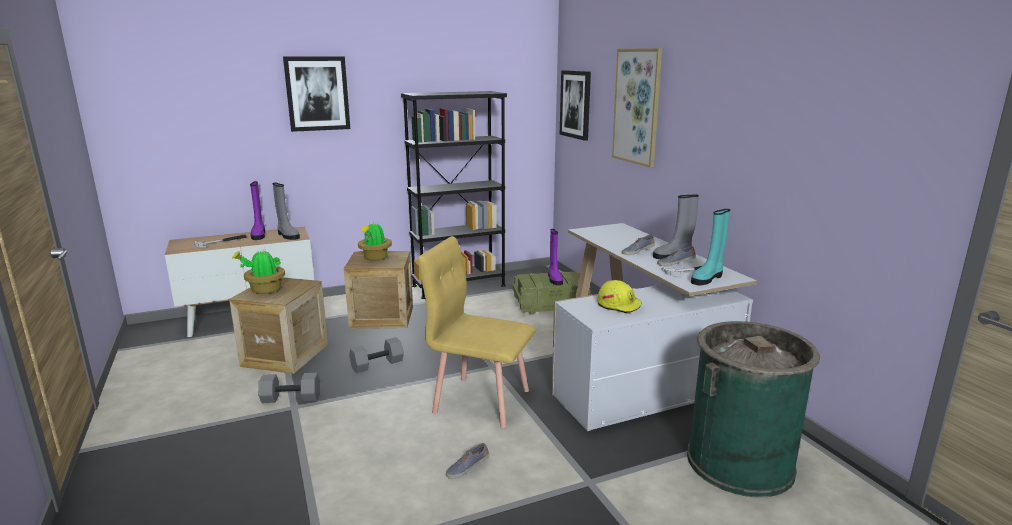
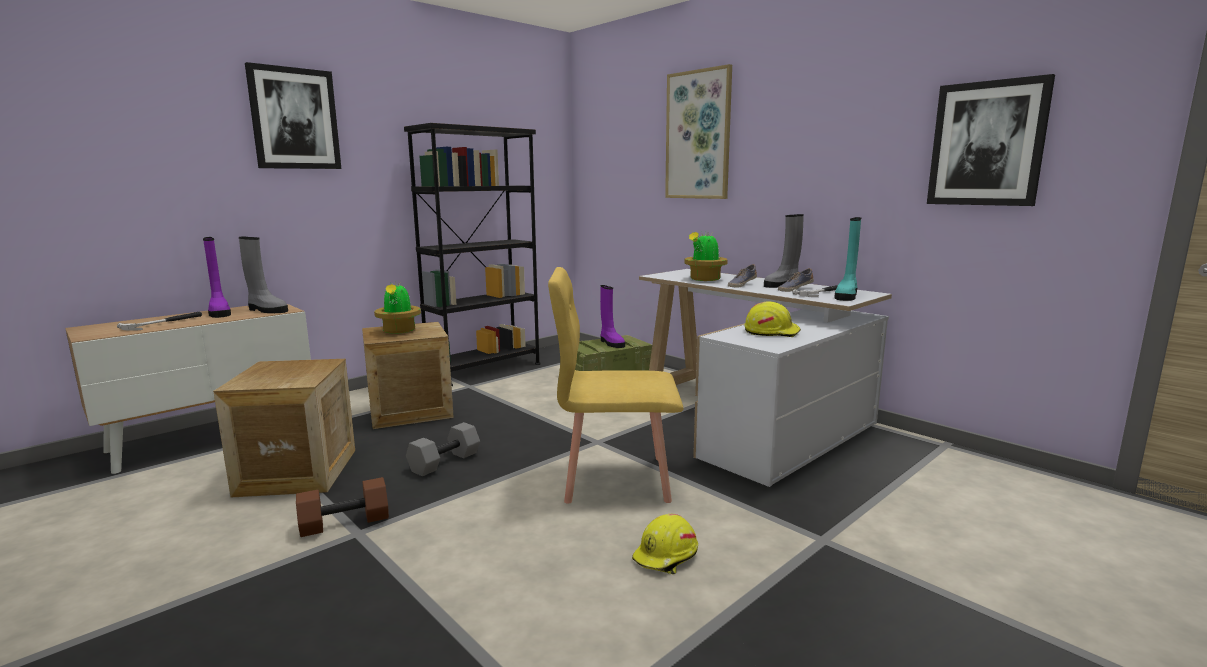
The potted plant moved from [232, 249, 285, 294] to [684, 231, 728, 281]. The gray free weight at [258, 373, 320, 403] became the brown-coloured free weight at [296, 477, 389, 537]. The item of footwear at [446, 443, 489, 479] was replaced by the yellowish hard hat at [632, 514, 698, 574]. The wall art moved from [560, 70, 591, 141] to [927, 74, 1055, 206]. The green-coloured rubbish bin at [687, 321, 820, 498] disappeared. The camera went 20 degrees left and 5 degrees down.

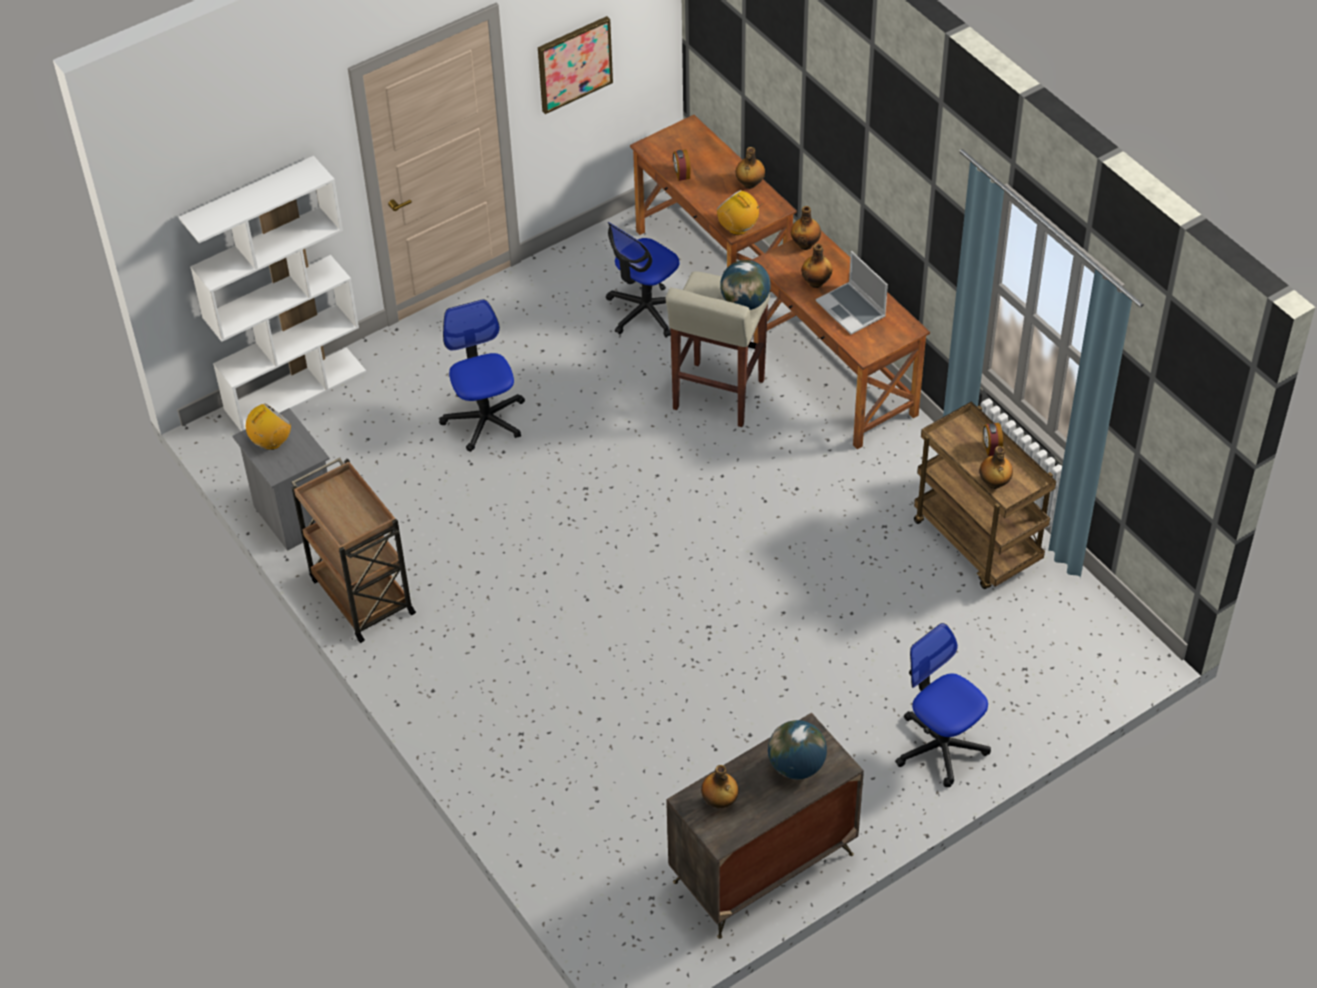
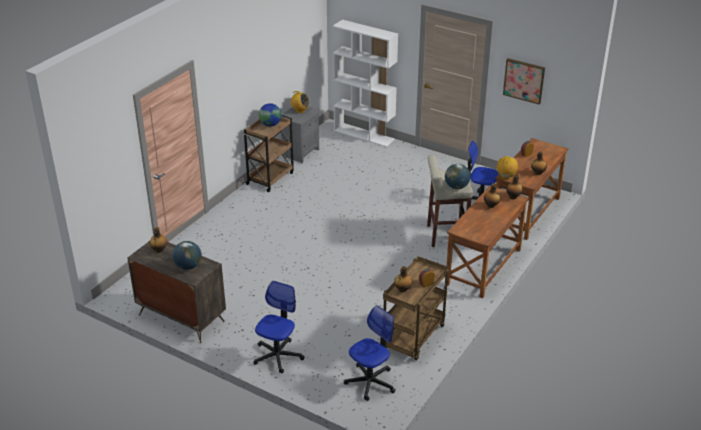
The computer chair moved from [439, 299, 525, 452] to [344, 306, 396, 401]. The laptop at [816, 251, 888, 335] disappeared. The world globe at [259, 103, 282, 126] appeared. The camera went 65 degrees right and 15 degrees down.

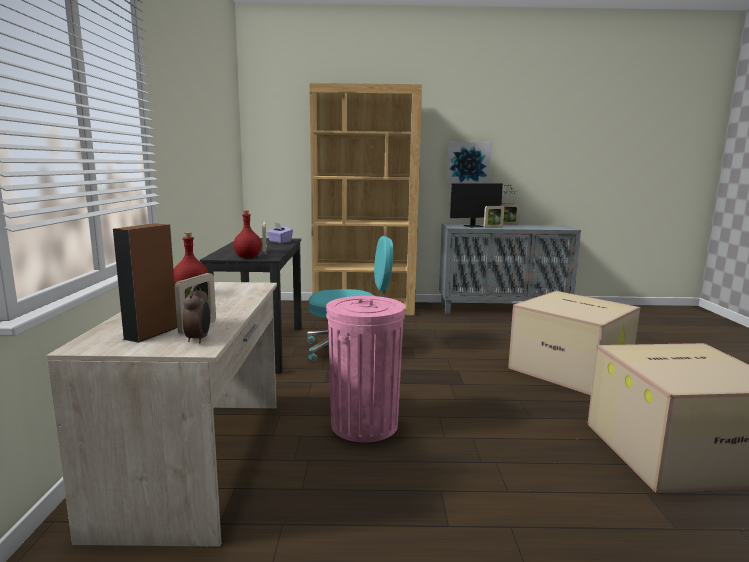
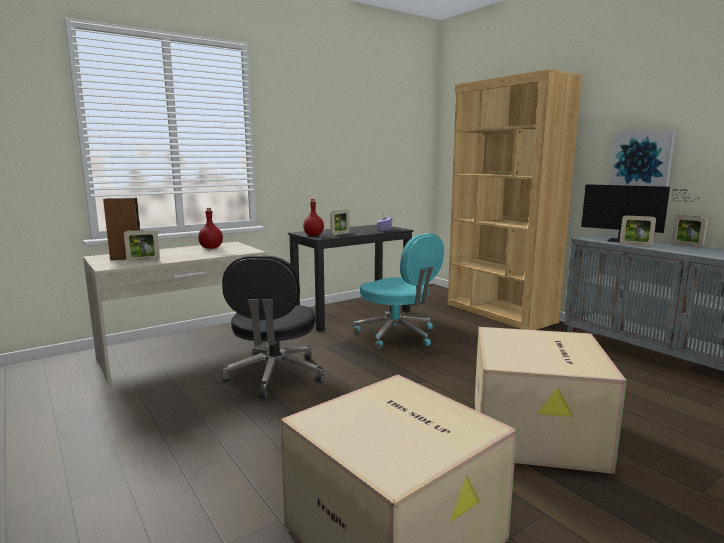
The bedside clock at [183, 285, 210, 343] disappeared. The pink-coloured rubbish bin at [326, 296, 405, 442] was replaced by the blackish computer chair at [221, 255, 324, 399]. The camera went 55 degrees right and 0 degrees up.

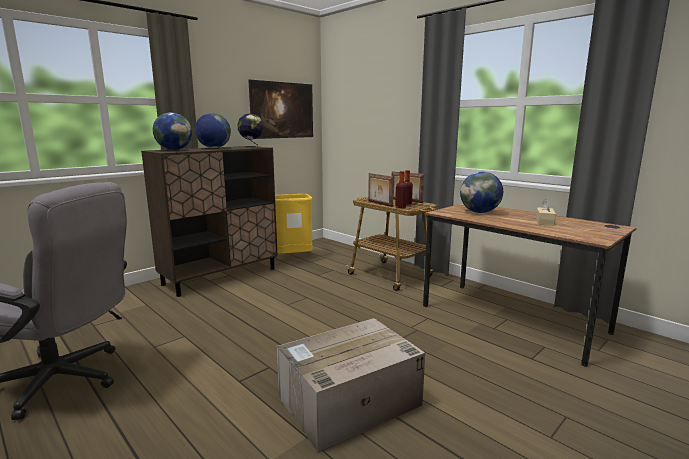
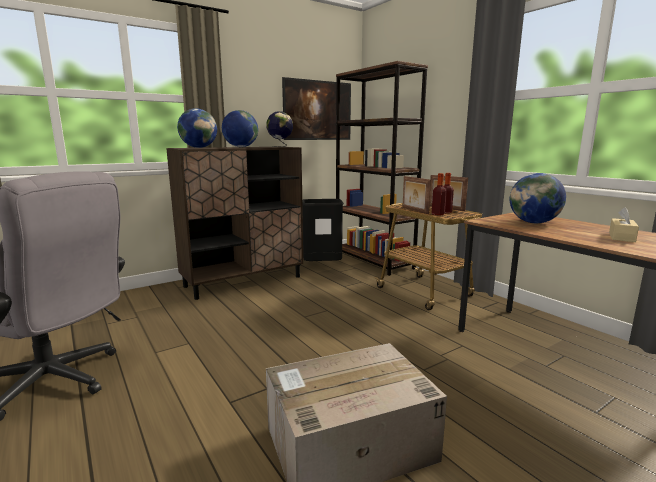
The yellowish rubbish bin at [275, 194, 313, 254] became the blackish rubbish bin at [302, 199, 344, 261]. The brown-coloured bookshelf at [336, 61, 428, 276] appeared. The camera went 10 degrees right and 0 degrees up.

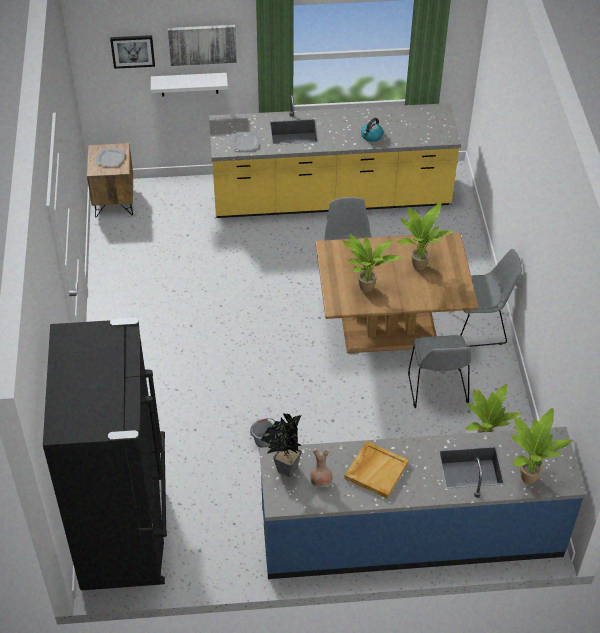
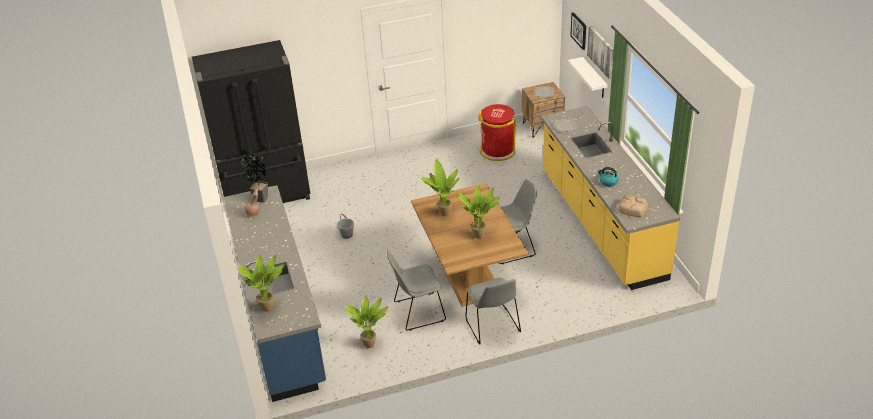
The sand-coloured carrying tray at [344, 441, 409, 499] disappeared. The reddish rubbish bin at [478, 104, 515, 161] appeared. The baked bread at [617, 195, 648, 217] appeared. The camera went 80 degrees right and 10 degrees down.

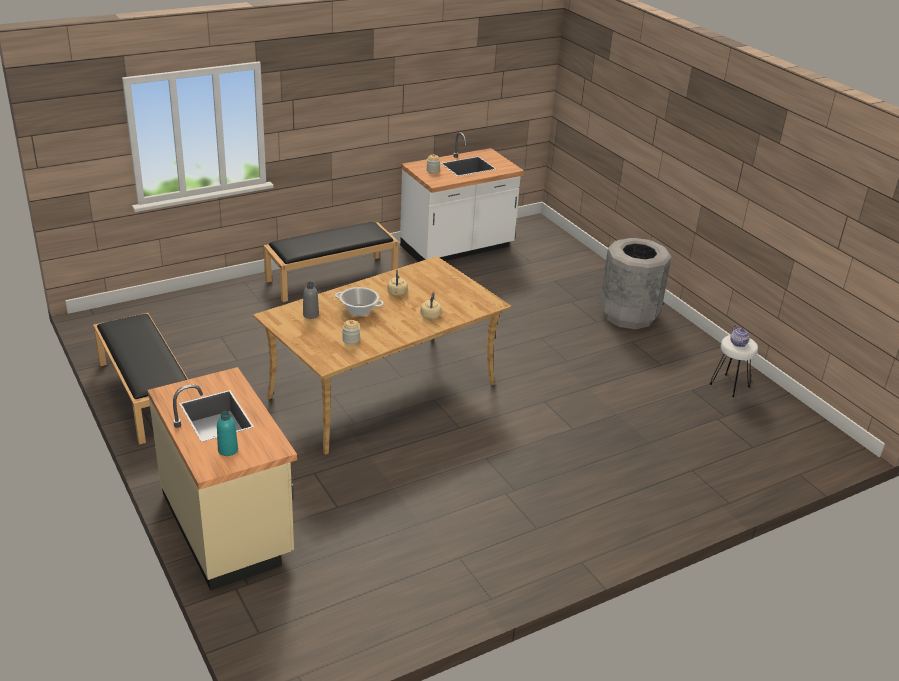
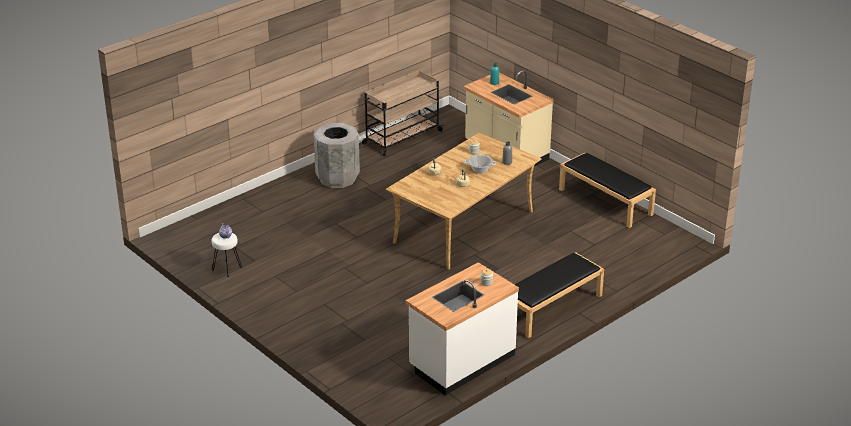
The gray rubbish bin moved from [600, 238, 672, 329] to [314, 123, 360, 188]. The sand-coloured cart at [362, 70, 444, 156] appeared. The camera went 170 degrees right and 0 degrees up.

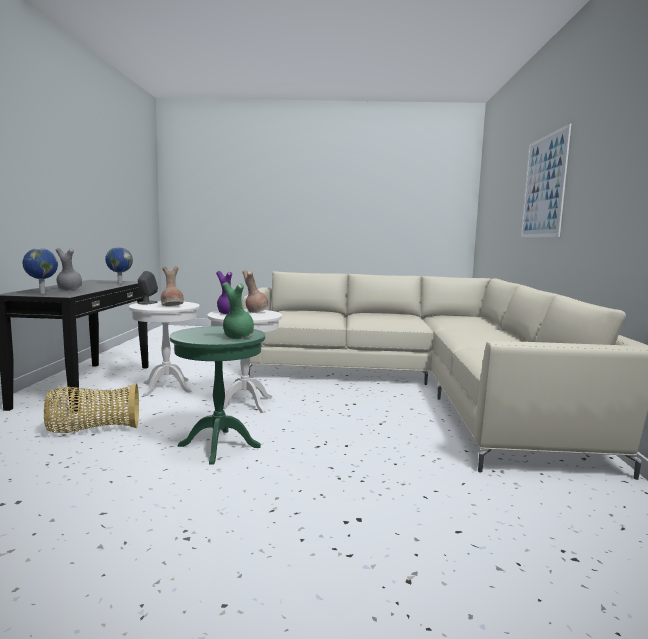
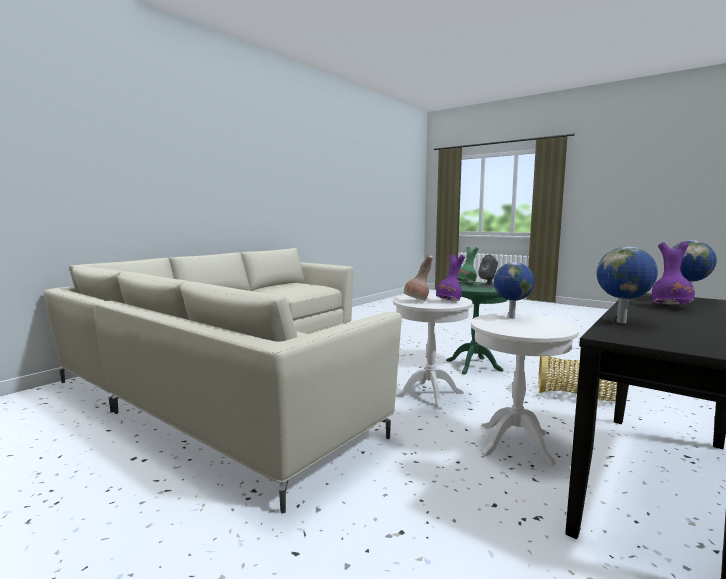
The gray vase at [56, 248, 82, 291] became the purple vase at [652, 242, 695, 305]. The gray audio speaker moved from [138, 271, 158, 304] to [478, 254, 498, 288]. The brown-coloured vase at [161, 266, 184, 306] was replaced by the world globe at [494, 262, 534, 319]. The wall art at [521, 123, 571, 237] disappeared. The camera went 145 degrees left and 0 degrees up.

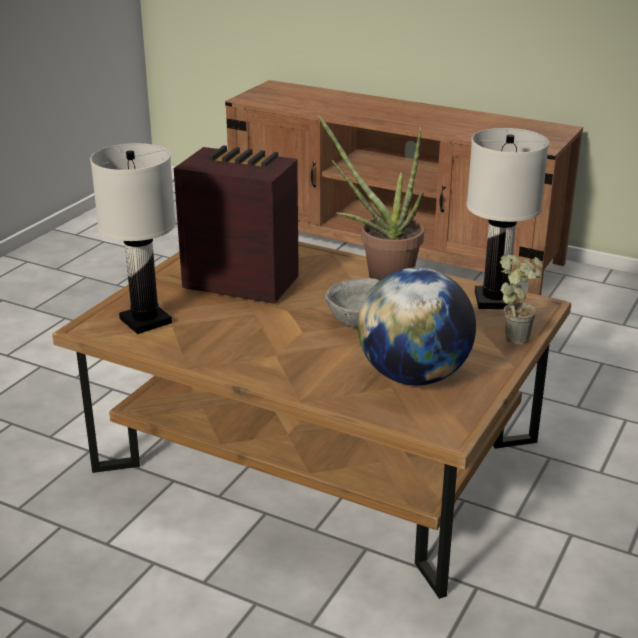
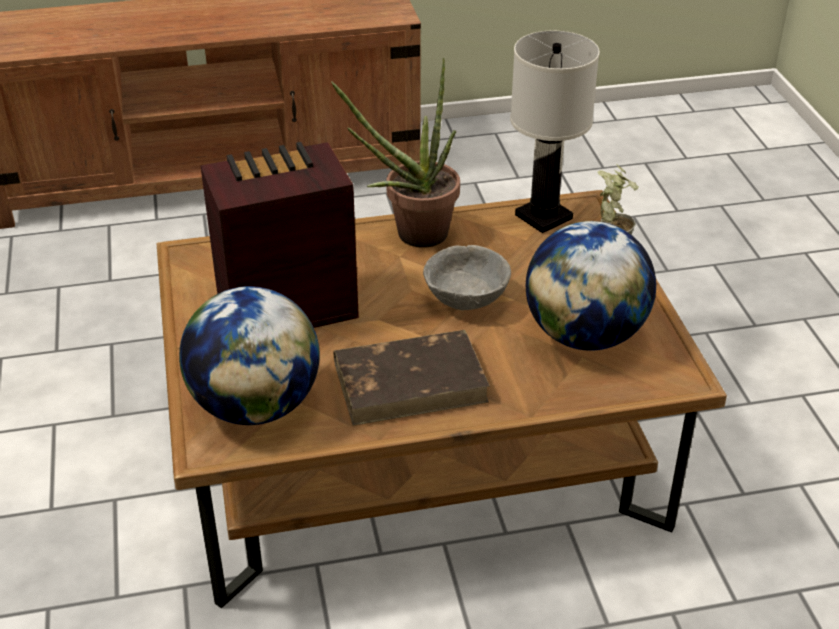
The white table lamp at [90, 143, 176, 334] was replaced by the world globe at [179, 286, 320, 425]. The brown-coloured volume at [333, 330, 490, 426] appeared. The camera went 40 degrees left and 10 degrees up.

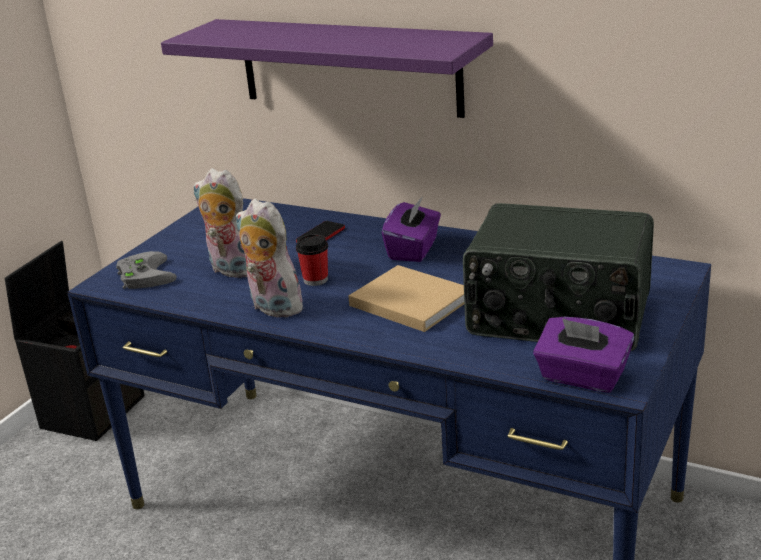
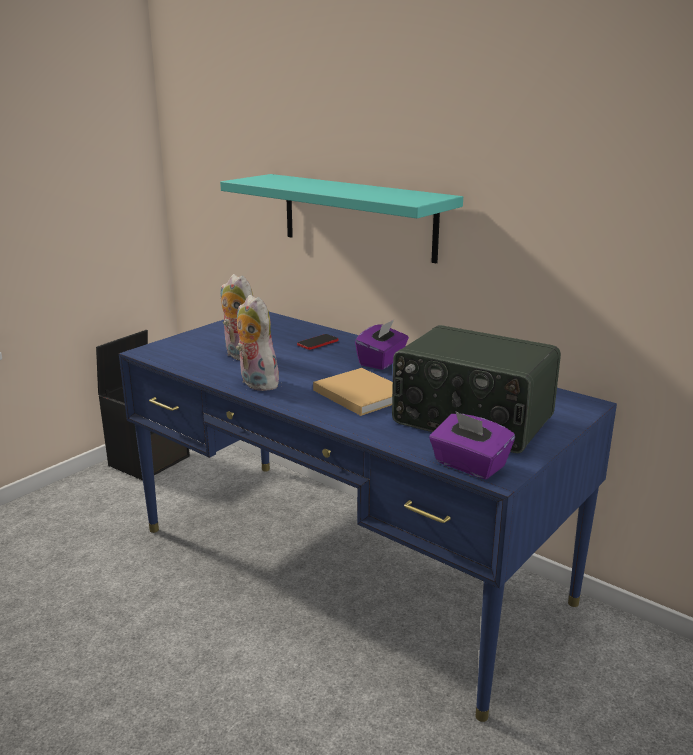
The gray joypad at [116, 251, 177, 289] disappeared. The purple wall shelf at [161, 19, 493, 118] became the blue-green wall shelf at [220, 174, 463, 264]. The small cup at [296, 234, 328, 286] disappeared. The camera went 10 degrees right and 5 degrees down.

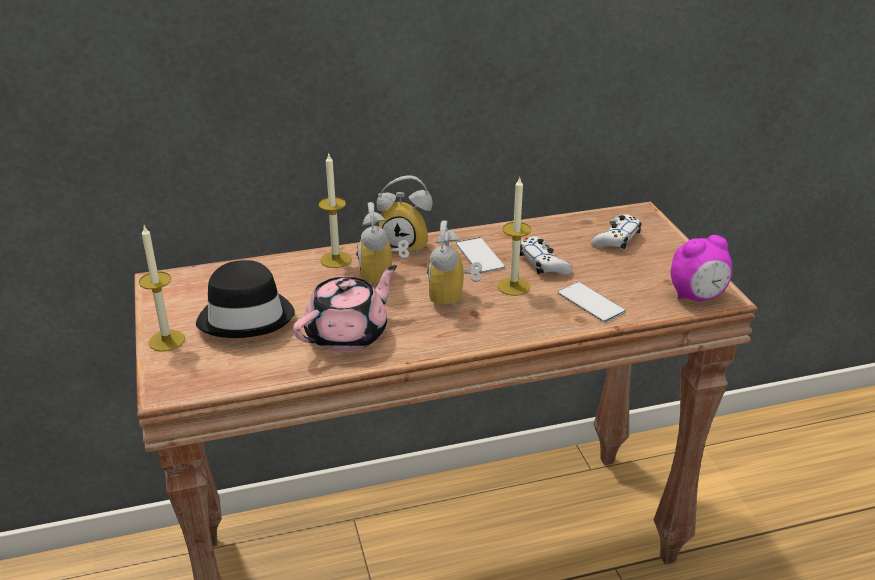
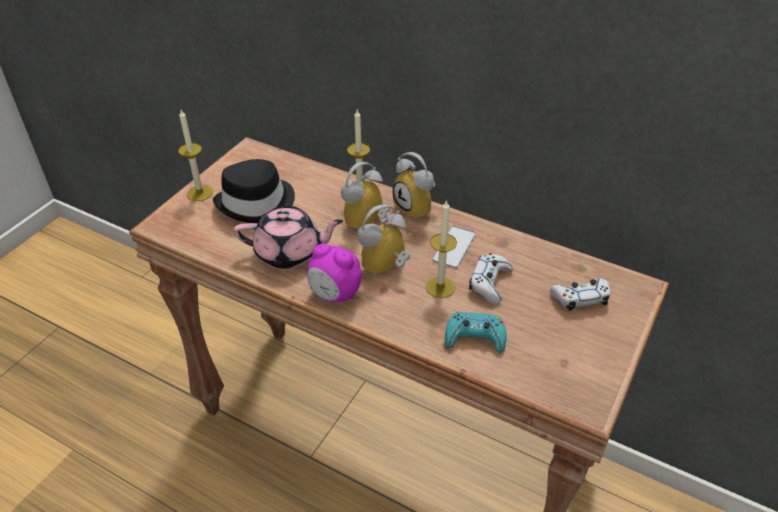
The handset at [558, 282, 626, 322] was replaced by the blue-green joypad at [445, 312, 506, 353]. The bedside clock moved from [671, 235, 732, 301] to [307, 243, 362, 302]. The camera went 45 degrees right and 10 degrees up.

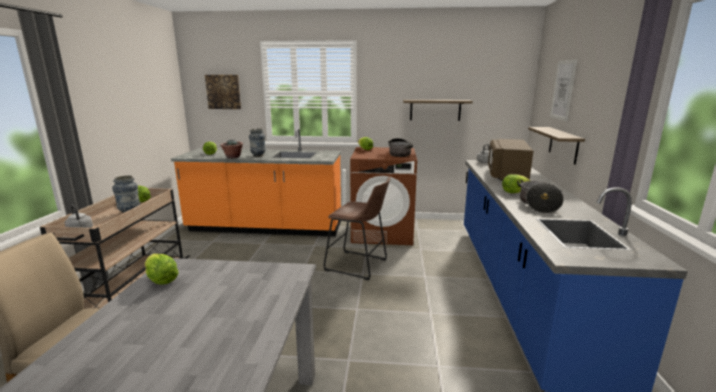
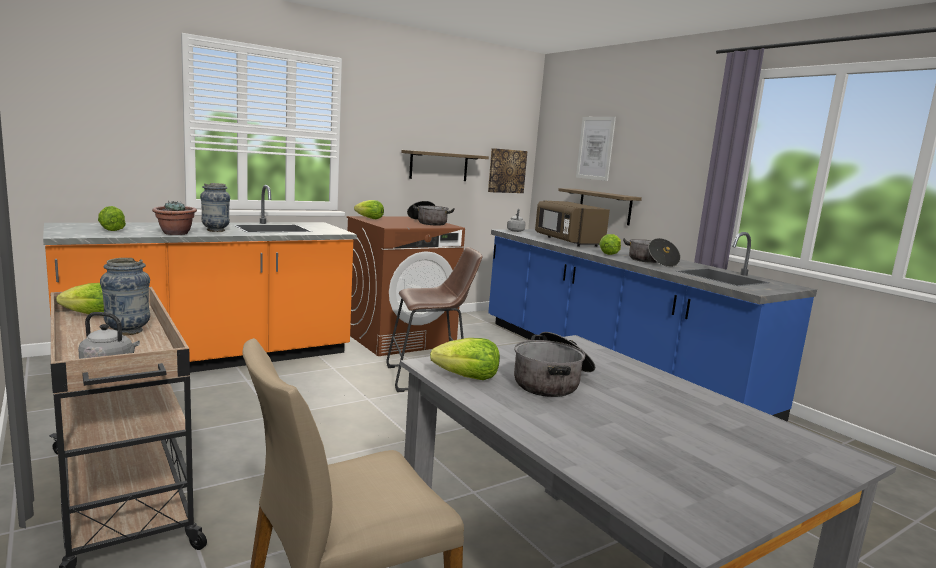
The wall art moved from [205, 75, 241, 109] to [488, 148, 528, 193]. The saucepot at [514, 332, 595, 397] appeared. The camera went 40 degrees left and 5 degrees down.

